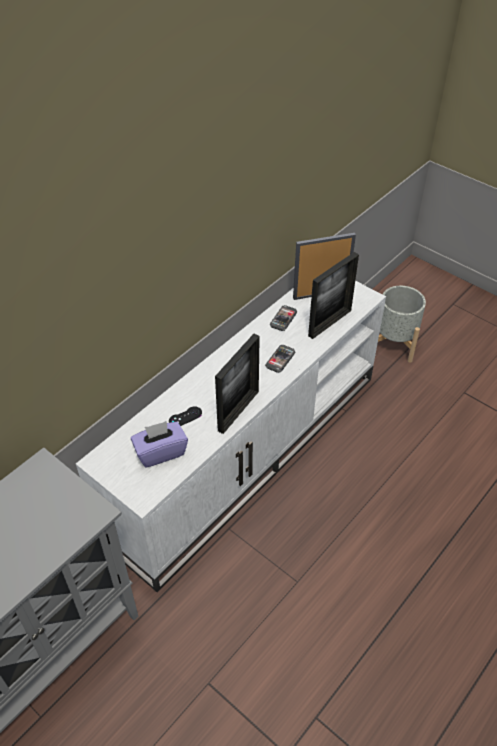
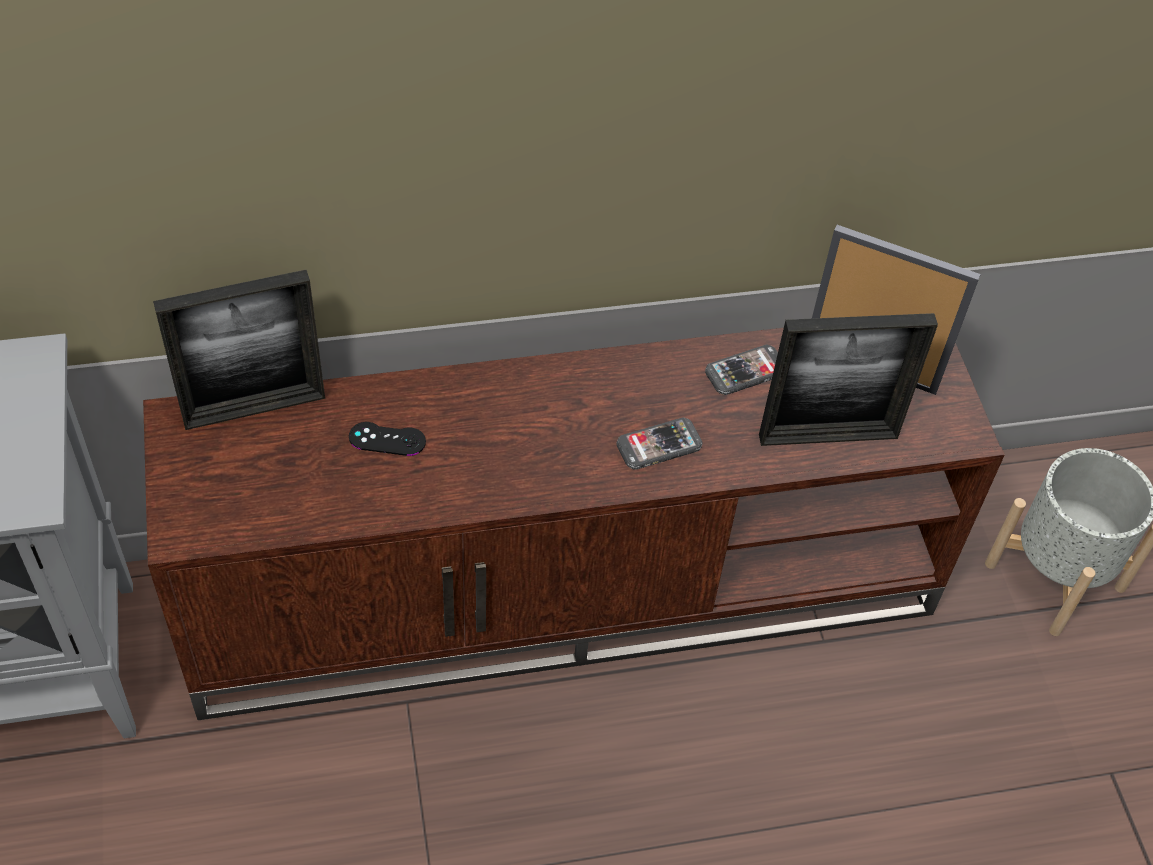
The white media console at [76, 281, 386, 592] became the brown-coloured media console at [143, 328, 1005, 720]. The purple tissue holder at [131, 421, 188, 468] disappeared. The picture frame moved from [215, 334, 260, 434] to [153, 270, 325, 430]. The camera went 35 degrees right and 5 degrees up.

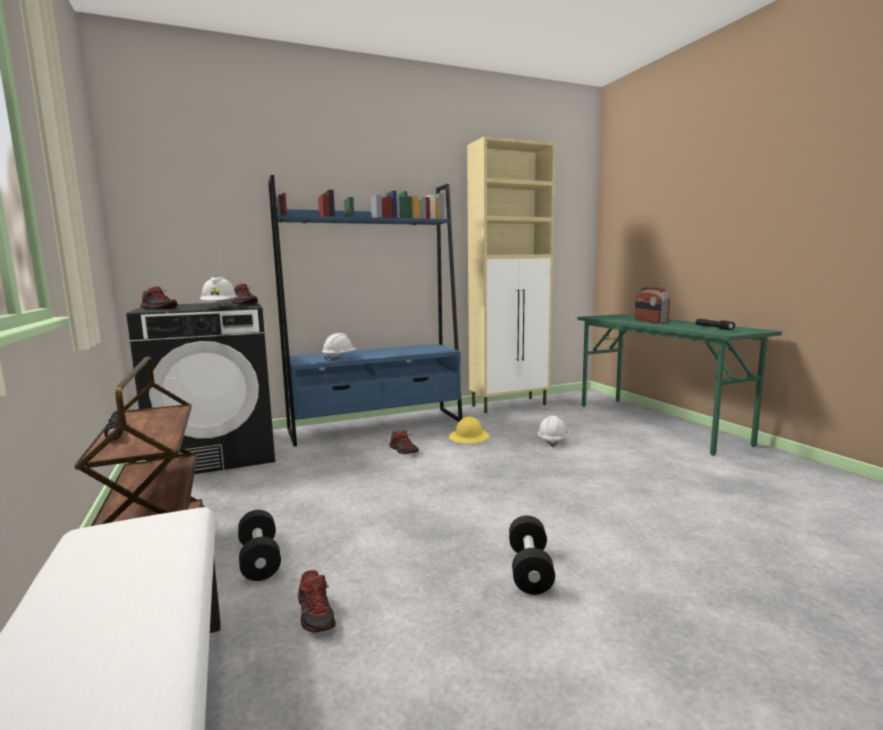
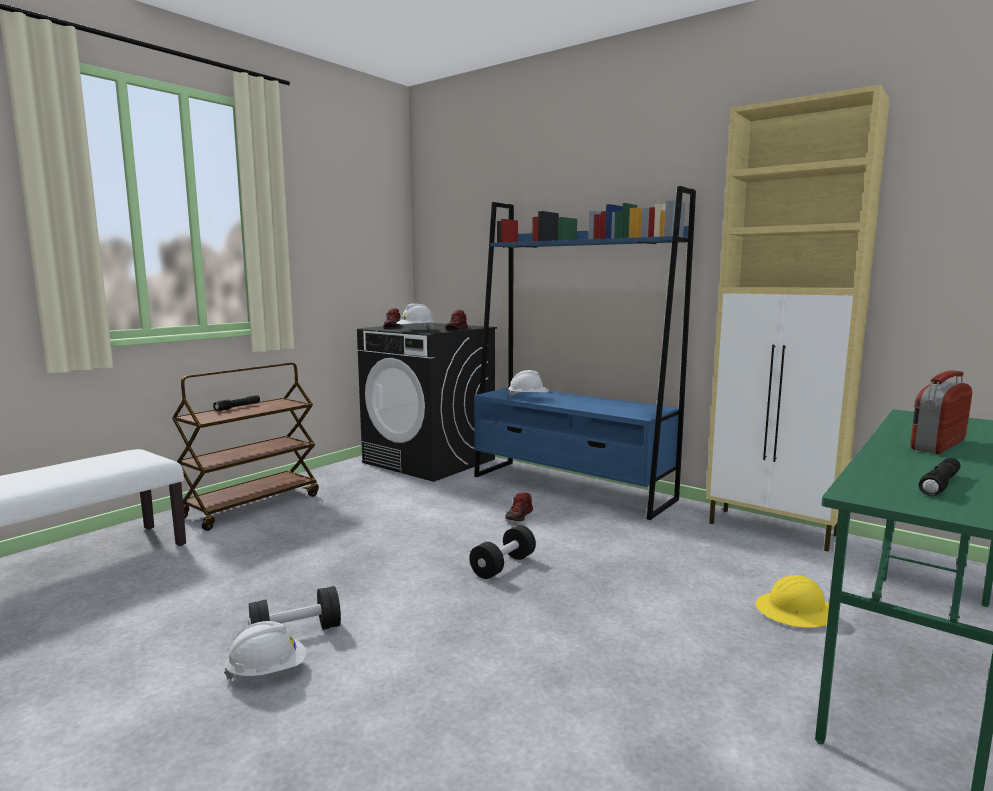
The blackish free weight moved from [238, 510, 281, 581] to [469, 525, 536, 579]. The item of footwear at [298, 570, 336, 632] disappeared. The yellowish hard hat moved from [449, 417, 489, 444] to [756, 575, 829, 628]. The white hard hat moved from [538, 415, 568, 447] to [224, 621, 306, 679]. The camera went 60 degrees right and 0 degrees up.

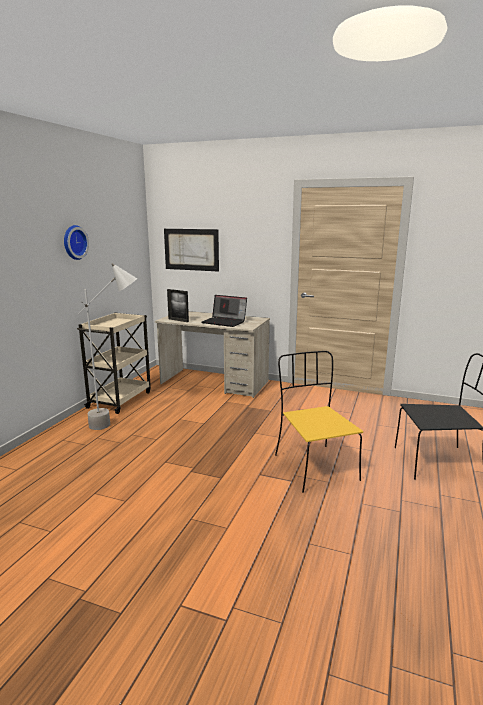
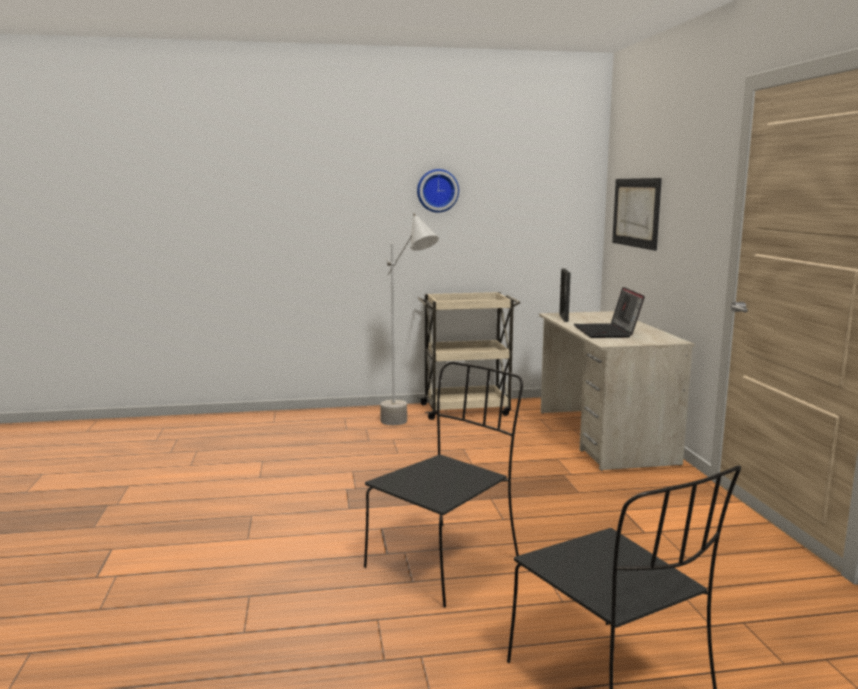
The yellowish chair at [275, 351, 363, 493] became the blackish chair at [364, 362, 523, 608]. The camera went 60 degrees right and 5 degrees down.

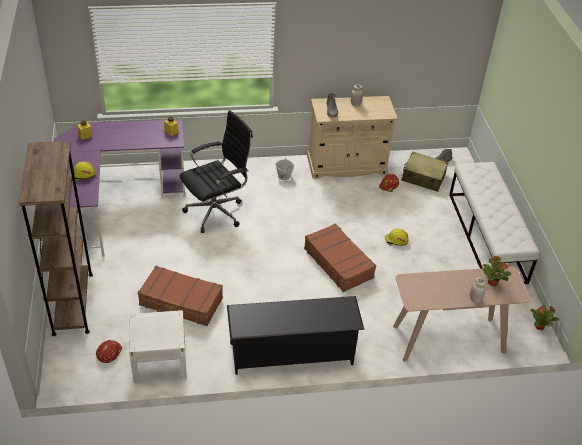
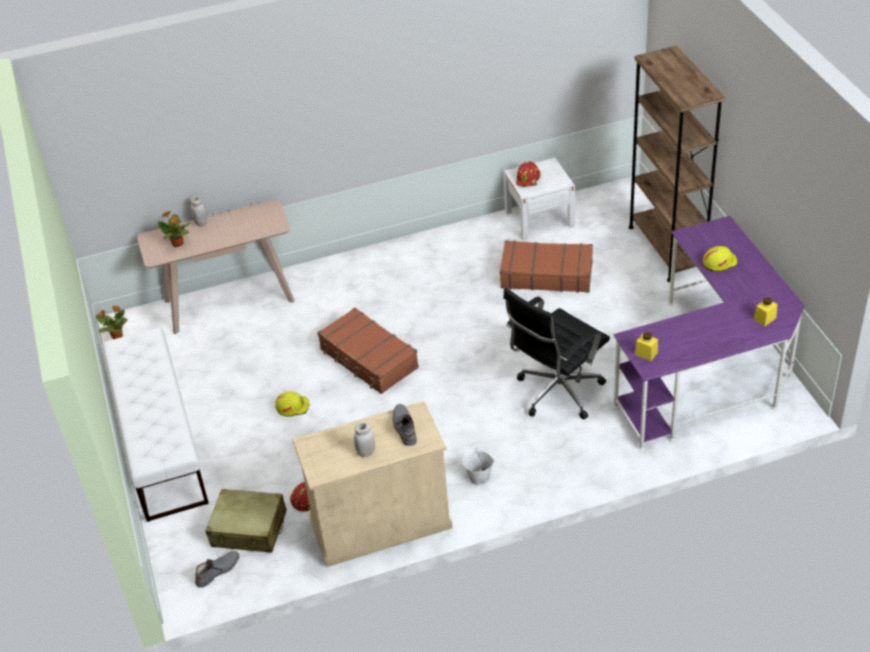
The reddish hard hat moved from [96, 340, 122, 363] to [516, 161, 540, 187]. The blackish shoe stand at [227, 296, 364, 375] disappeared. The camera went 175 degrees right and 0 degrees up.

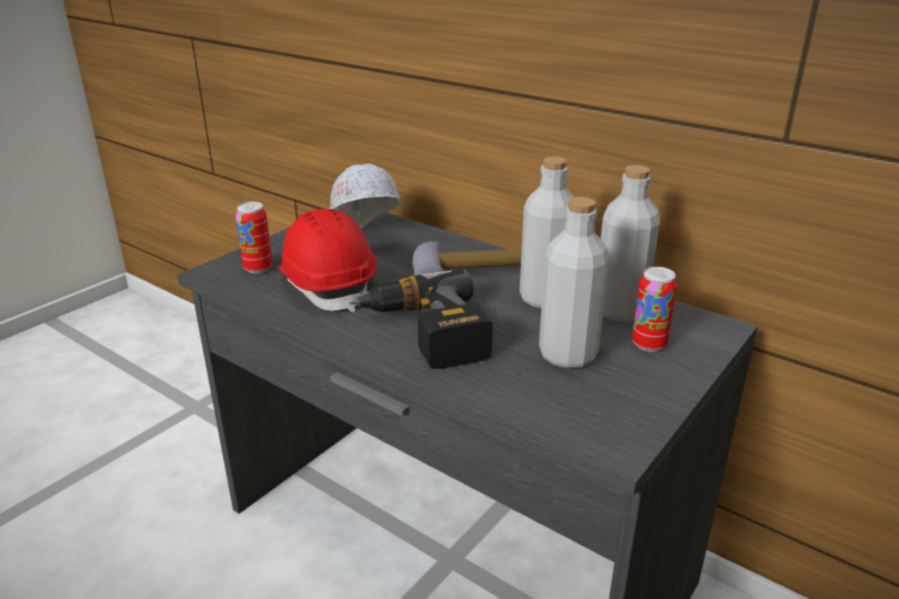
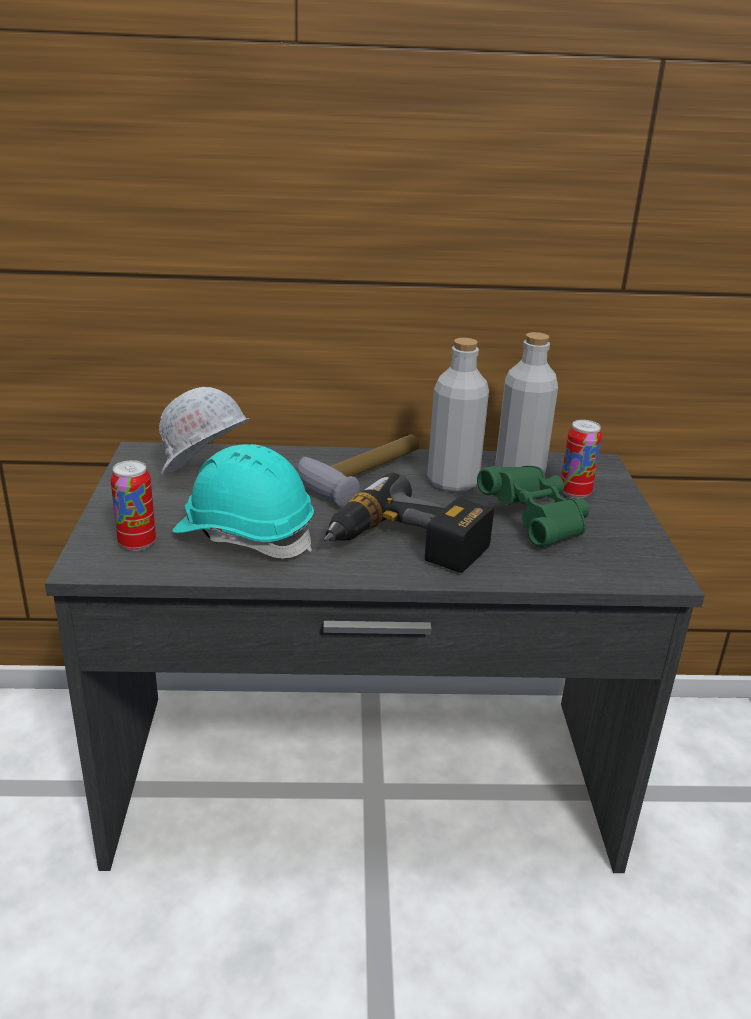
The reddish hard hat at [278, 209, 376, 312] became the blue-green hard hat at [172, 444, 314, 559]. The gray beverage bottle at [539, 197, 609, 369] was replaced by the green-coloured pair of binoculars at [477, 466, 590, 547]. The camera went 40 degrees left and 0 degrees up.

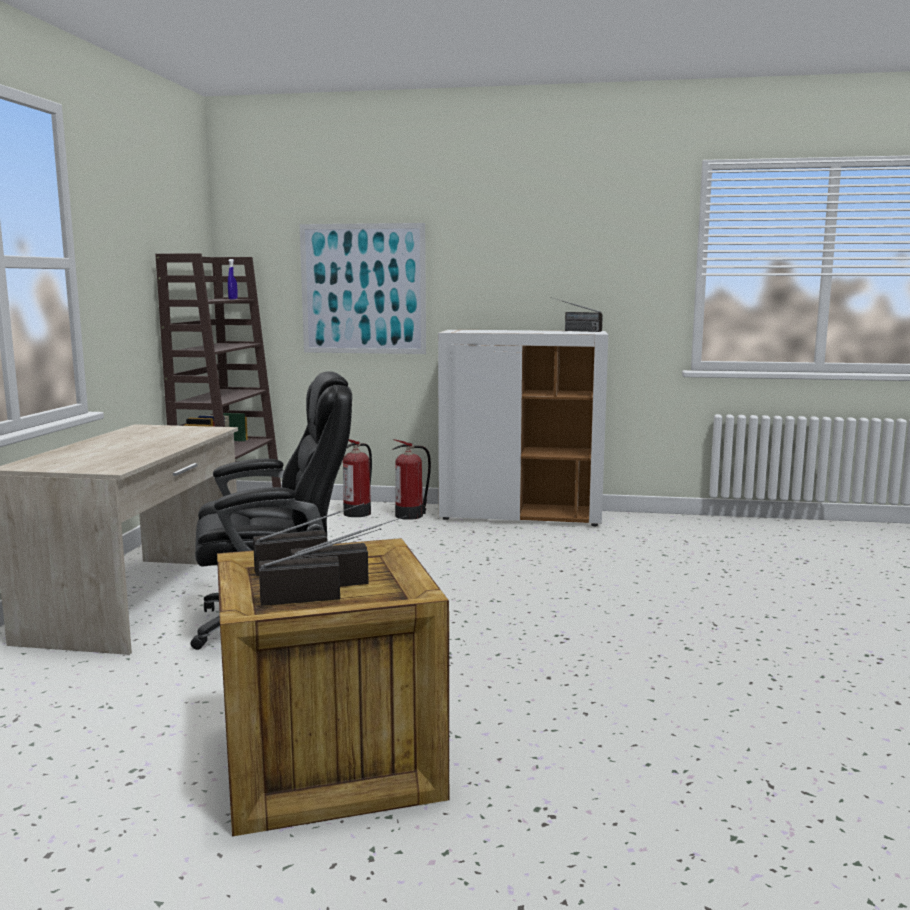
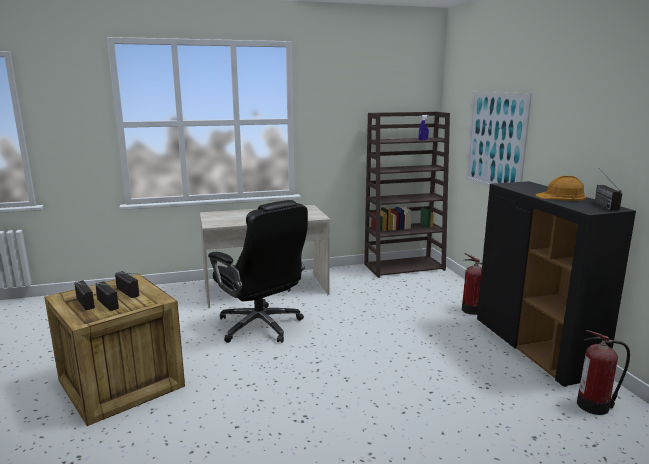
The extinguisher moved from [343, 439, 372, 517] to [577, 330, 630, 415]. The white cabinet at [438, 330, 608, 526] became the blackish cabinet at [477, 181, 636, 387]. The orangey hard hat at [535, 176, 586, 201] appeared. The camera went 65 degrees right and 5 degrees up.

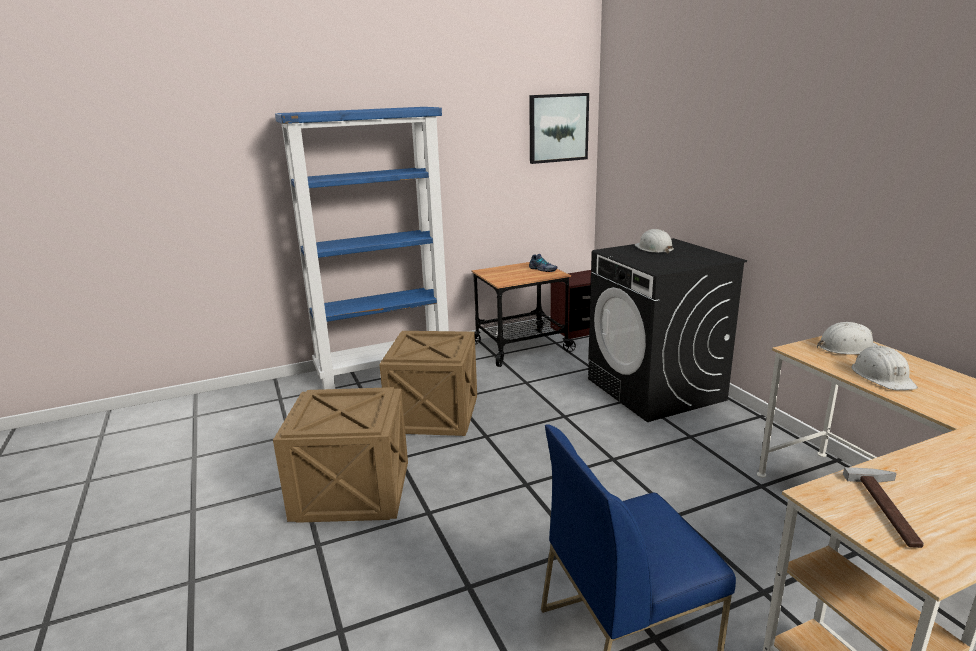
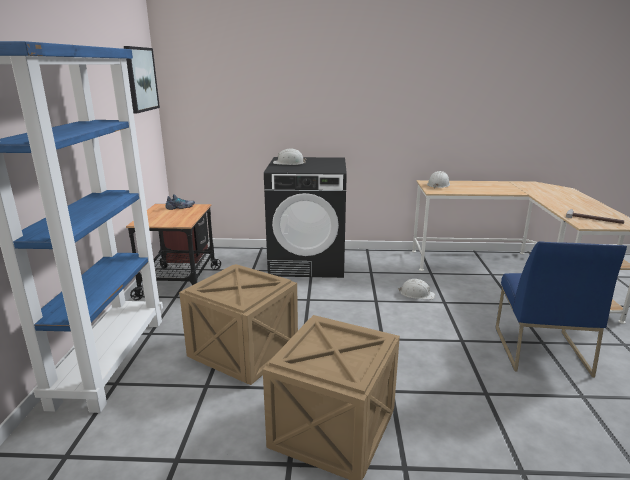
The white hard hat moved from [852, 346, 918, 390] to [398, 279, 435, 299]. The camera went 65 degrees left and 0 degrees up.

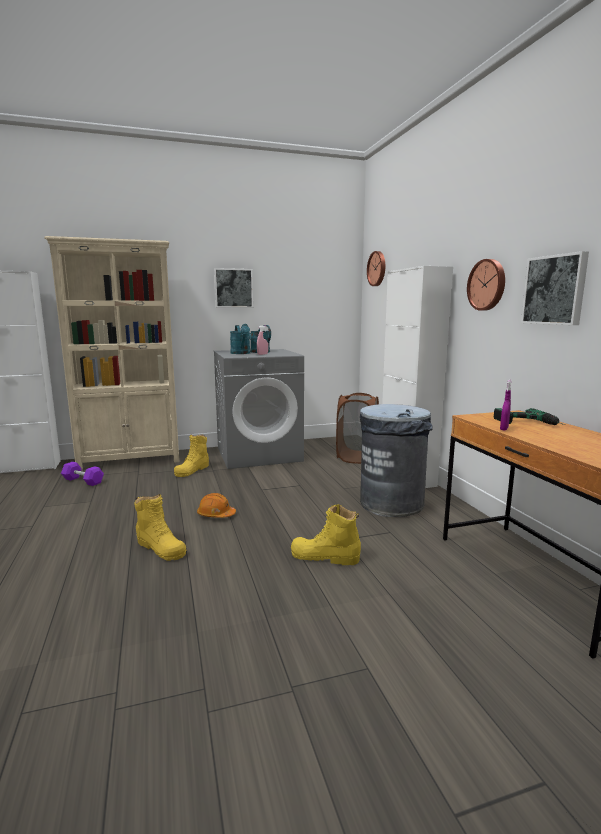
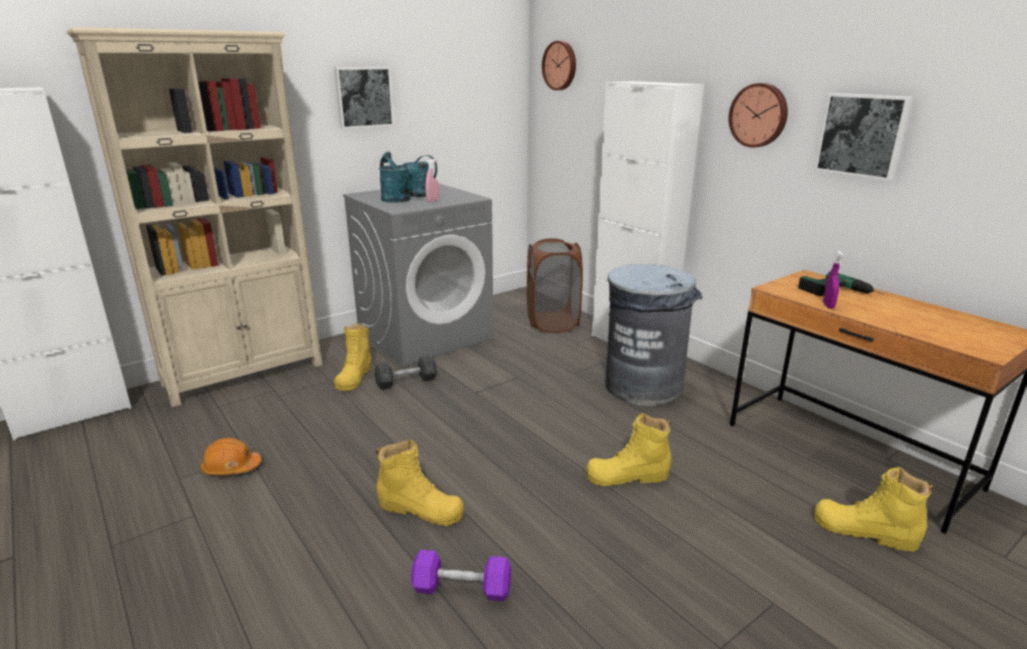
The purple free weight moved from [61, 462, 104, 486] to [411, 550, 511, 601]. The orangey hard hat moved from [197, 493, 236, 518] to [200, 438, 261, 475]. The gray free weight at [375, 355, 437, 390] appeared. The yellowish high-top boot at [815, 467, 934, 552] appeared. The camera went 20 degrees left and 10 degrees up.

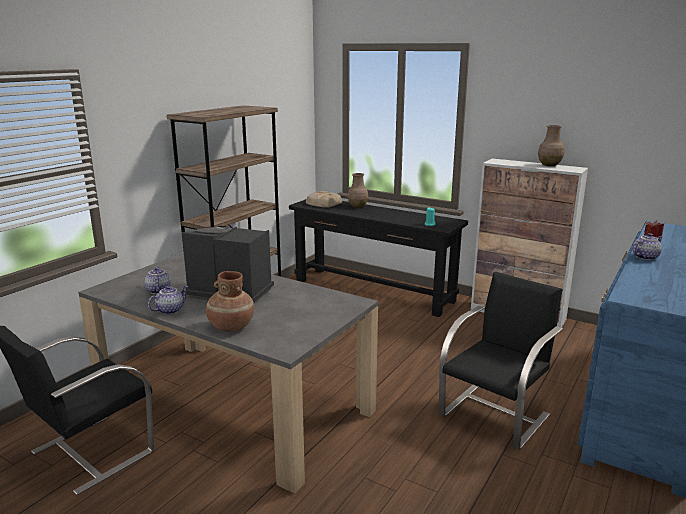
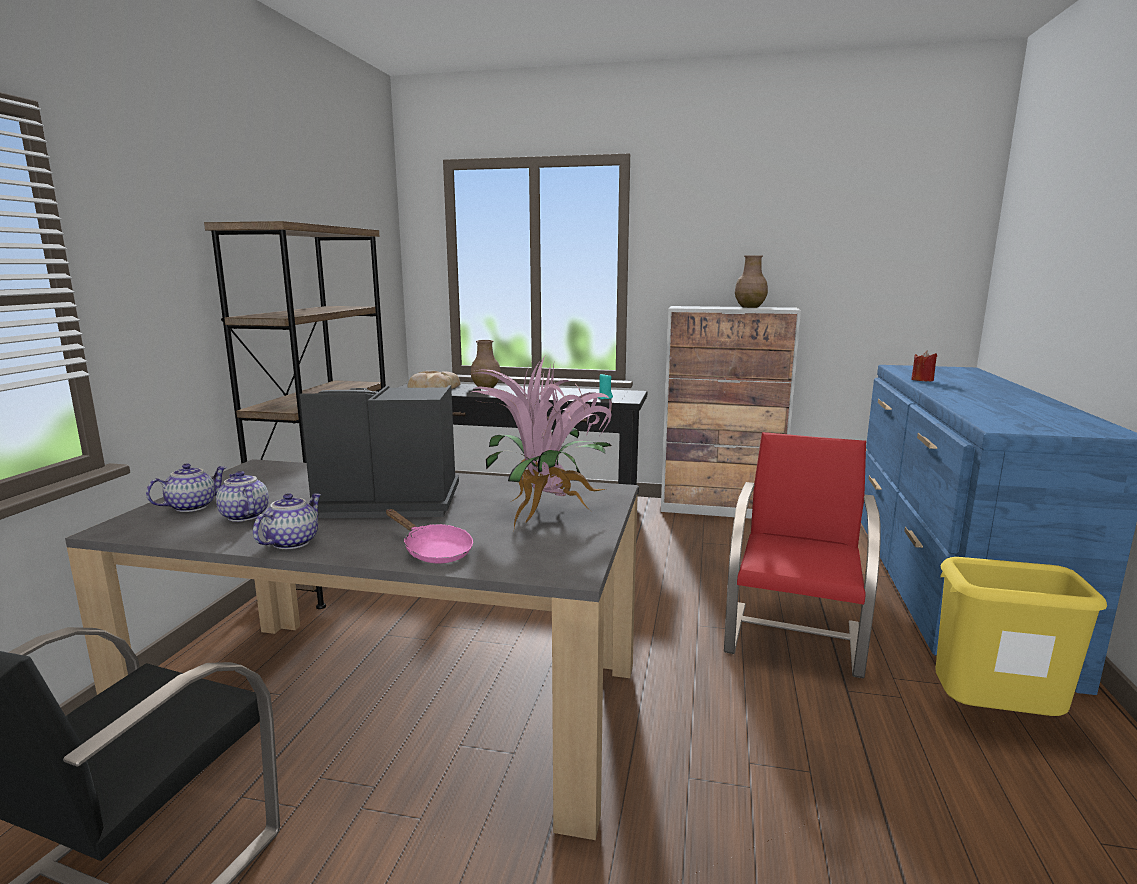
The brown-coloured vase at [206, 271, 254, 332] was replaced by the pink-coloured skillet at [386, 509, 473, 563]. The blackish chair at [439, 272, 563, 450] became the reddish chair at [724, 432, 881, 678]. The teapot moved from [633, 233, 662, 260] to [146, 464, 227, 512]. The potted plant at [472, 356, 612, 528] appeared. The yellowish rubbish bin at [935, 557, 1107, 716] appeared. The camera went 20 degrees left and 5 degrees down.

